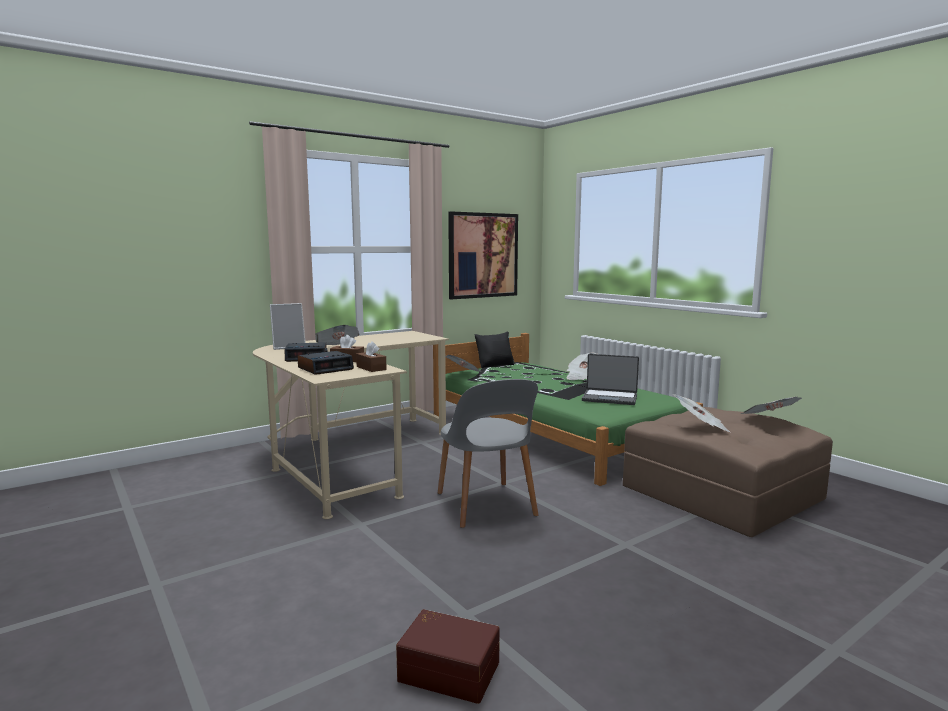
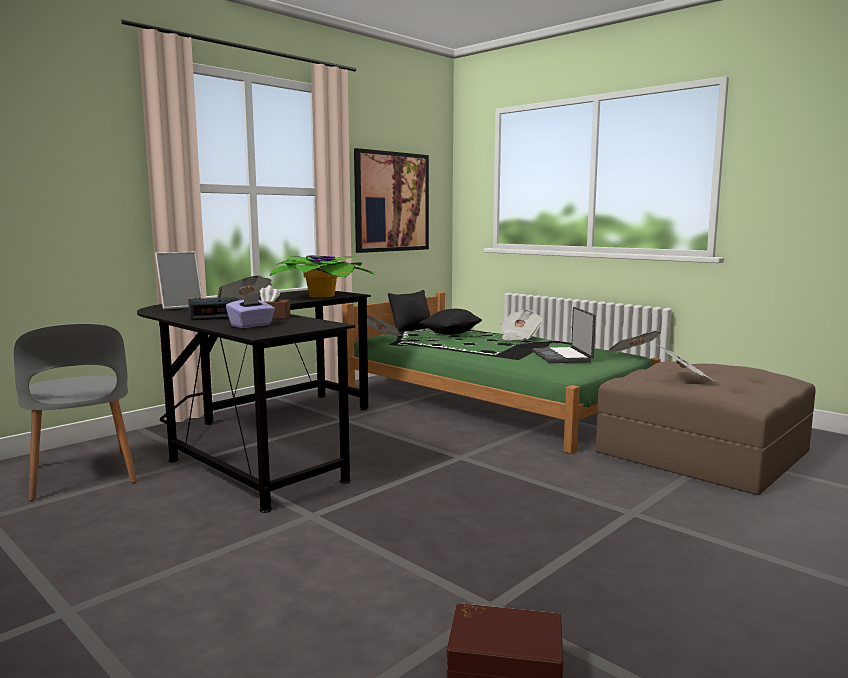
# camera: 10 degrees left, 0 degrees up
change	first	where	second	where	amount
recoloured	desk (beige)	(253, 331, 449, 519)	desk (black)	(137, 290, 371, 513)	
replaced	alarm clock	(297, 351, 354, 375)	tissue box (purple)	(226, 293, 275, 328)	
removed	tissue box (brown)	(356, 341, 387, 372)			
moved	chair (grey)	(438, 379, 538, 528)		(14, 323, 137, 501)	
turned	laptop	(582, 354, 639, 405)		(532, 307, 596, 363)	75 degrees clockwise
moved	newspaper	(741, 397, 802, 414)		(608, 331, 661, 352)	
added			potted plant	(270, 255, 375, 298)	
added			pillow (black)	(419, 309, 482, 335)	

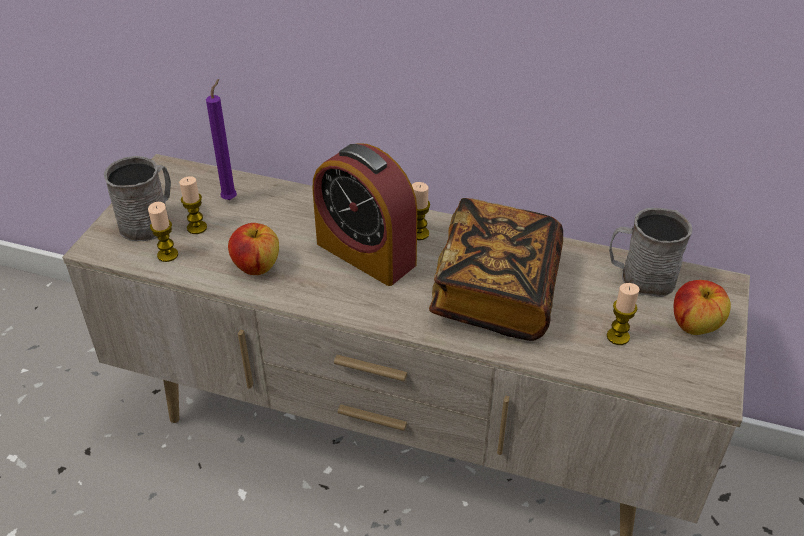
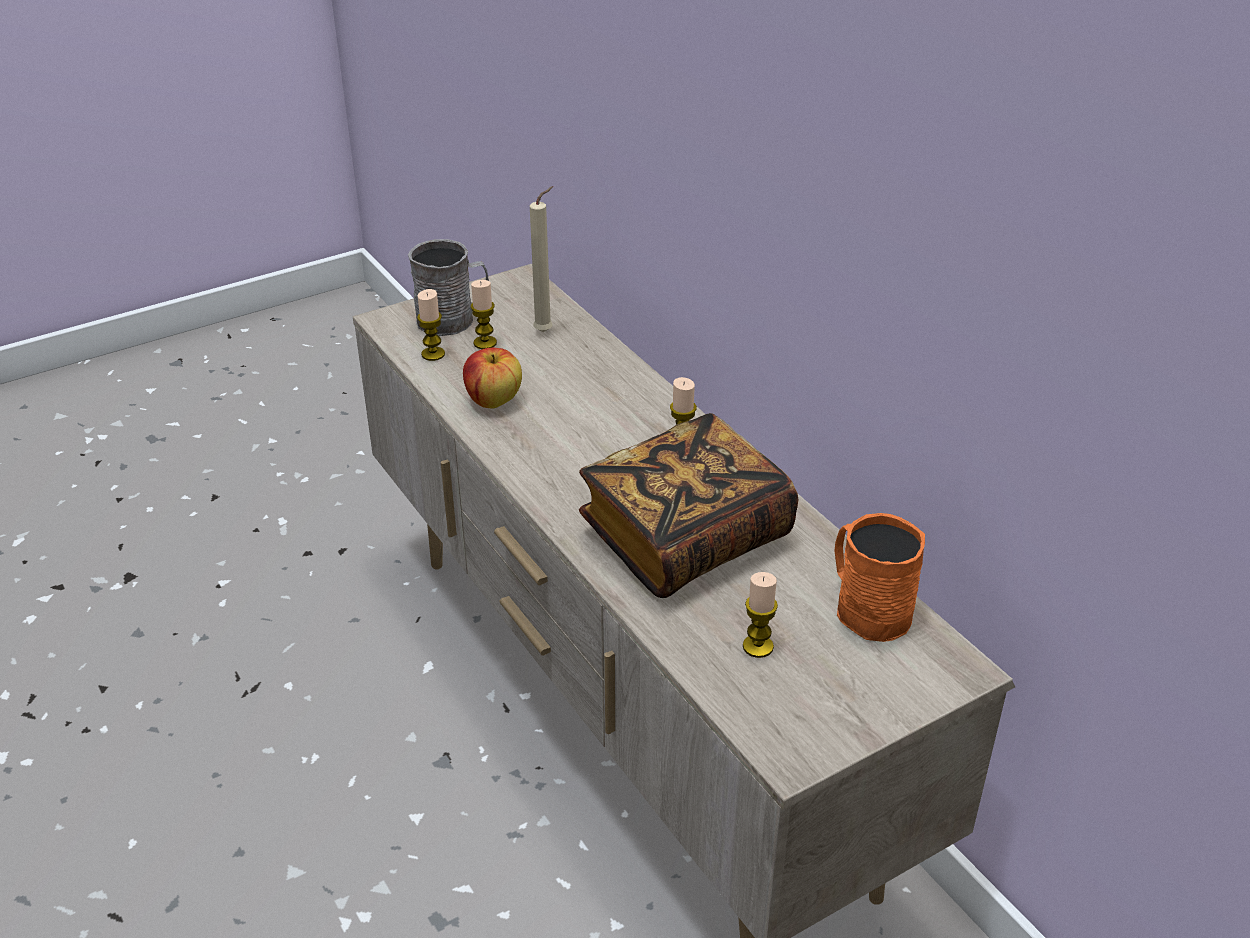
# camera: 40 degrees right, 5 degrees down
change	first	where	second	where	amount
recoloured	candle (purple)	(206, 79, 237, 200)	candle (beige)	(530, 186, 553, 332)	
removed	alarm clock	(312, 143, 417, 286)			
recoloured	mug (grey)	(609, 208, 692, 297)	mug (orange)	(835, 513, 925, 642)	
removed	apple	(674, 280, 731, 335)			

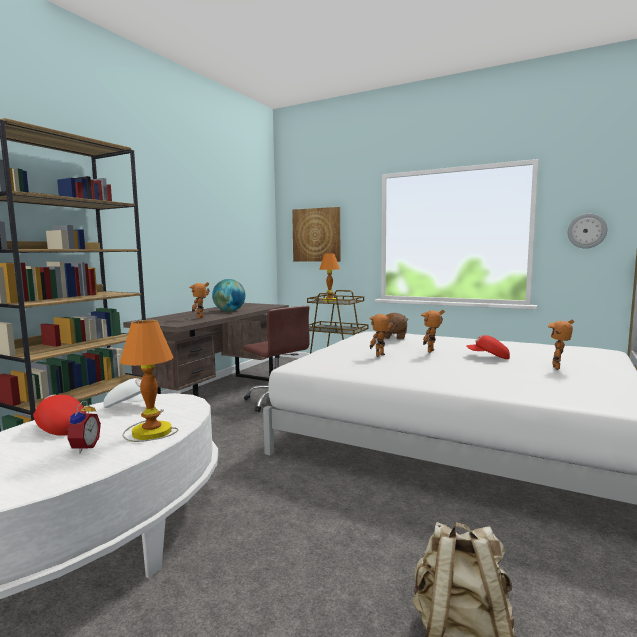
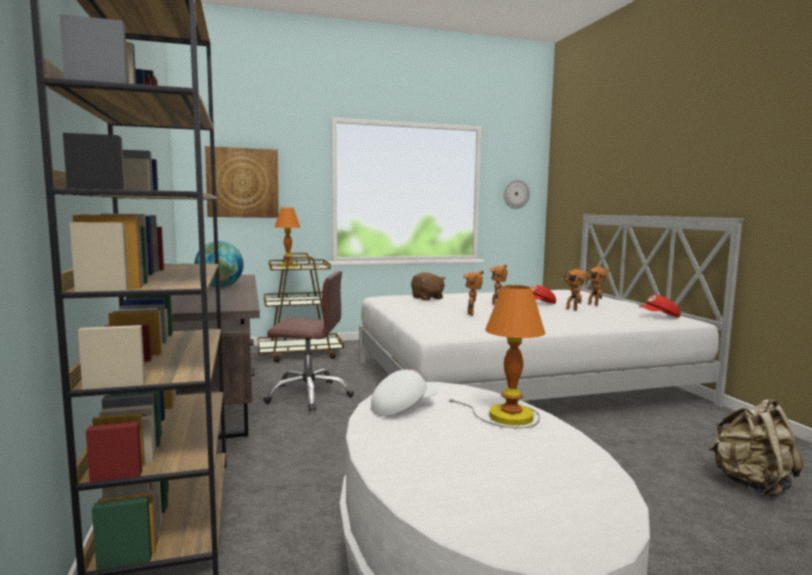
# camera: 45 degrees left, 0 degrees up
change	first	where	second	where	amount
moved	cap (red)	(33, 394, 87, 436)		(638, 295, 681, 317)	
removed	alarm clock	(67, 401, 101, 453)			
moved	toy robot	(189, 282, 210, 319)		(564, 268, 589, 311)	

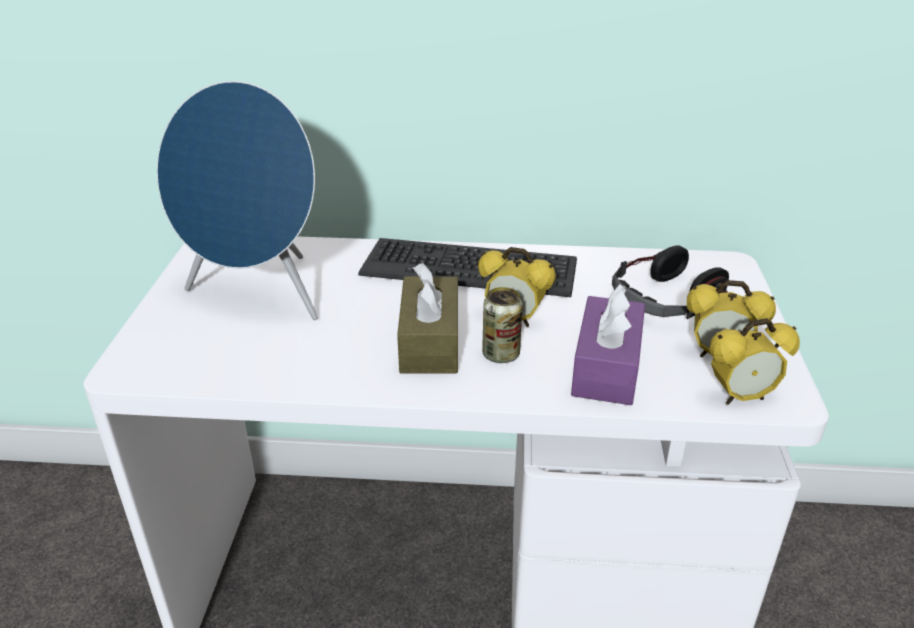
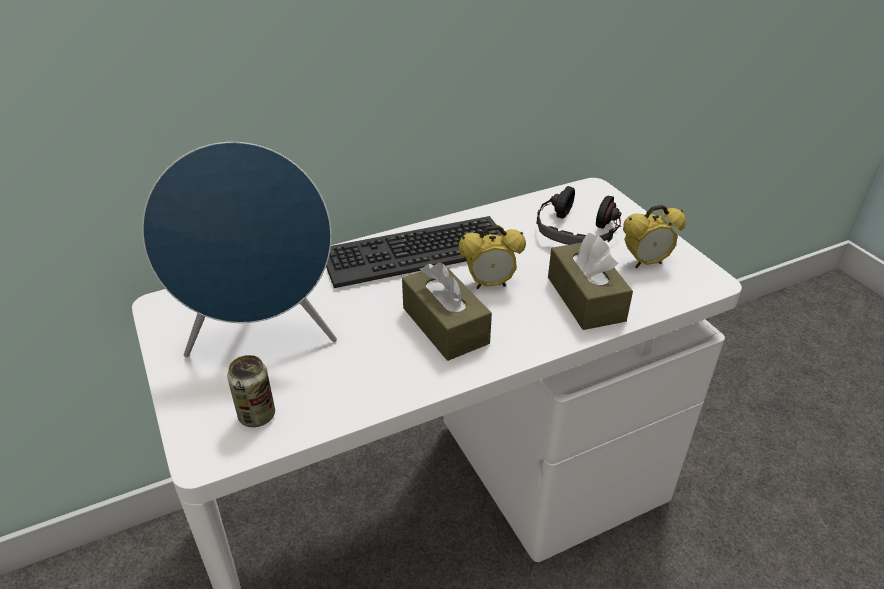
# camera: 30 degrees left, 5 degrees up
change	first	where	second	where	amount
moved	can	(482, 287, 523, 363)		(227, 355, 275, 427)	
recoloured	tissue box (purple)	(571, 284, 645, 405)	tissue box (brown)	(548, 233, 633, 330)	
removed	alarm clock	(709, 318, 800, 405)			

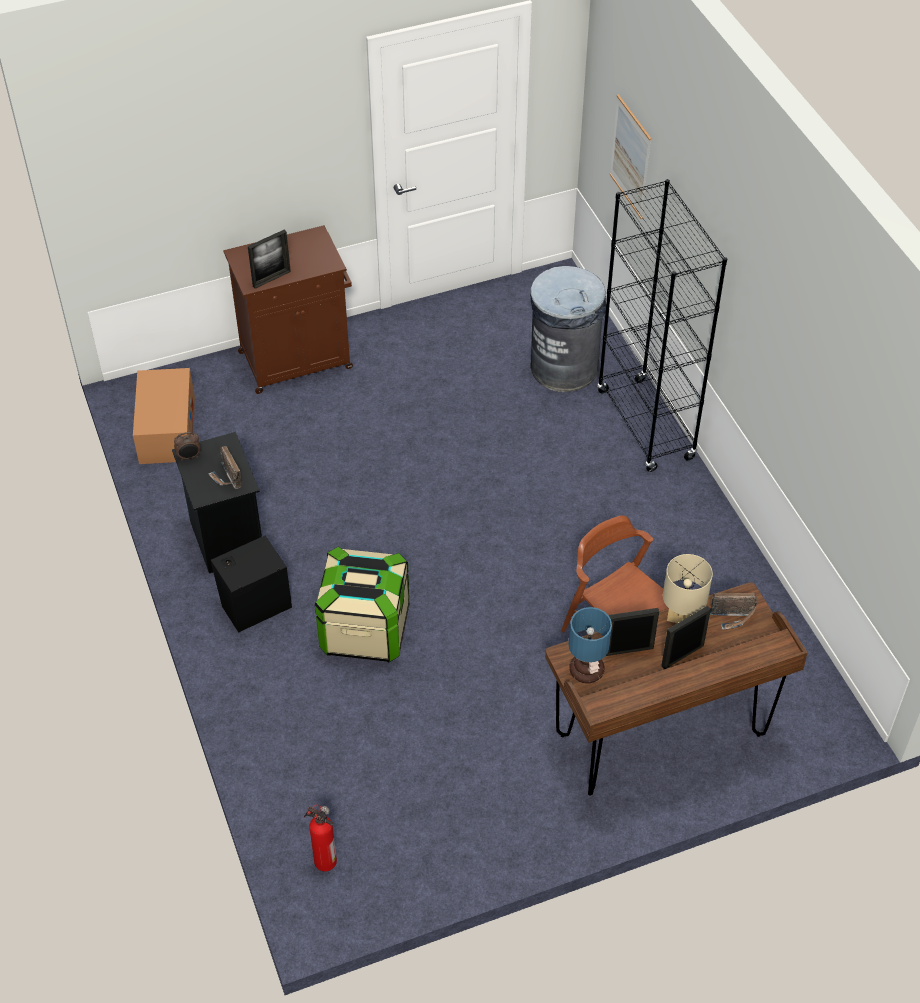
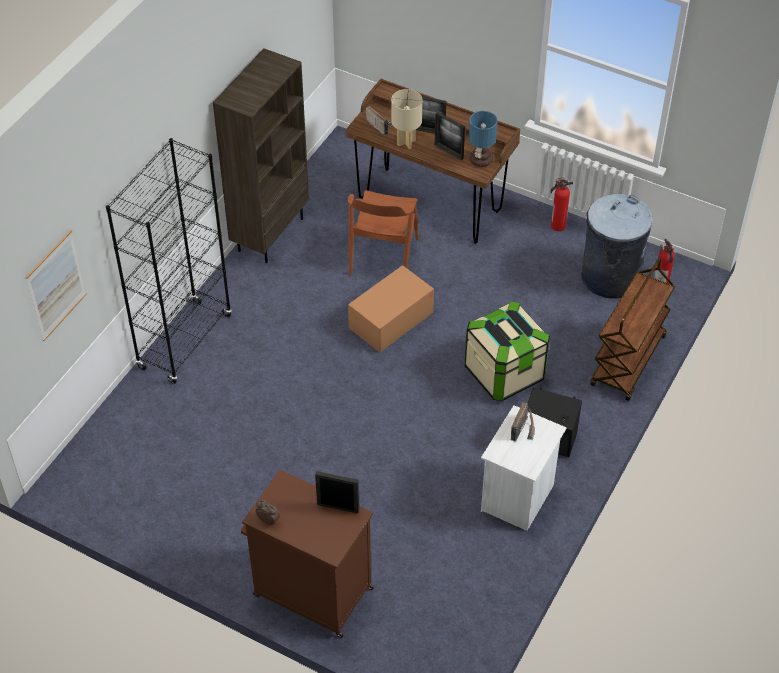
# camera: 130 degrees left, 0 degrees up
change	first	where	second	where	amount
moved	cardboard box	(133, 368, 195, 464)		(348, 265, 434, 352)	
recoloured	nightstand (black)	(172, 432, 262, 573)	nightstand (white)	(481, 405, 567, 531)	
moved	alarm clock	(174, 432, 200, 461)		(256, 499, 280, 526)	
moved	trash can (grey)	(530, 266, 606, 392)		(581, 194, 652, 299)	
added			bookcase (brown)	(213, 48, 309, 263)	
added			fire extinguisher	(551, 177, 573, 231)	
added			cart (brown)	(590, 257, 675, 401)	

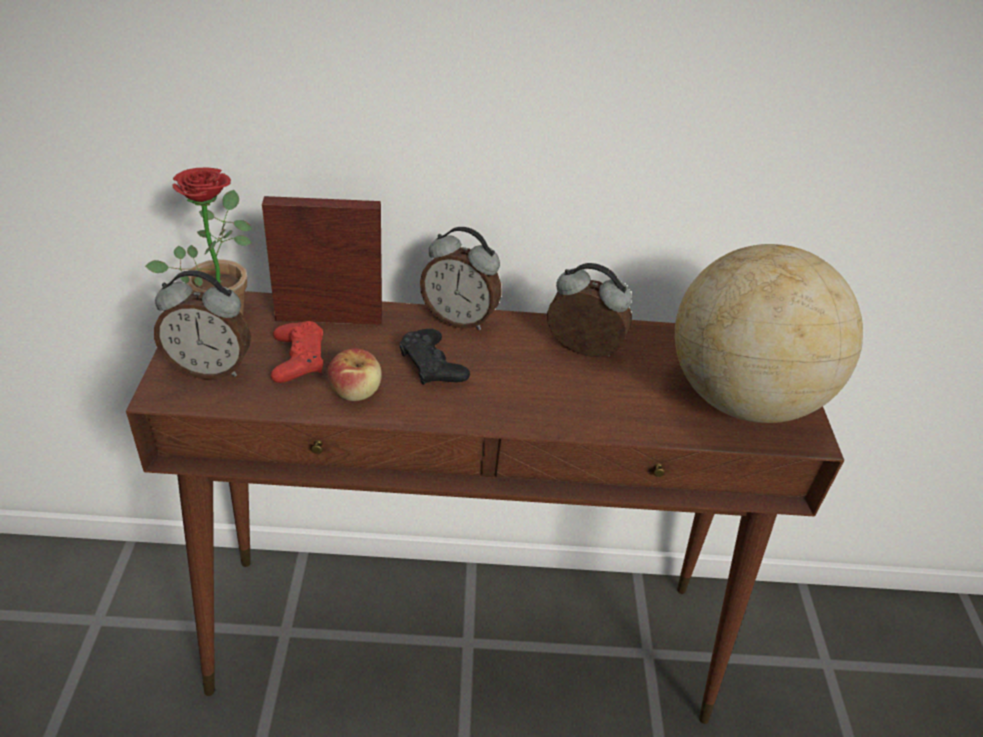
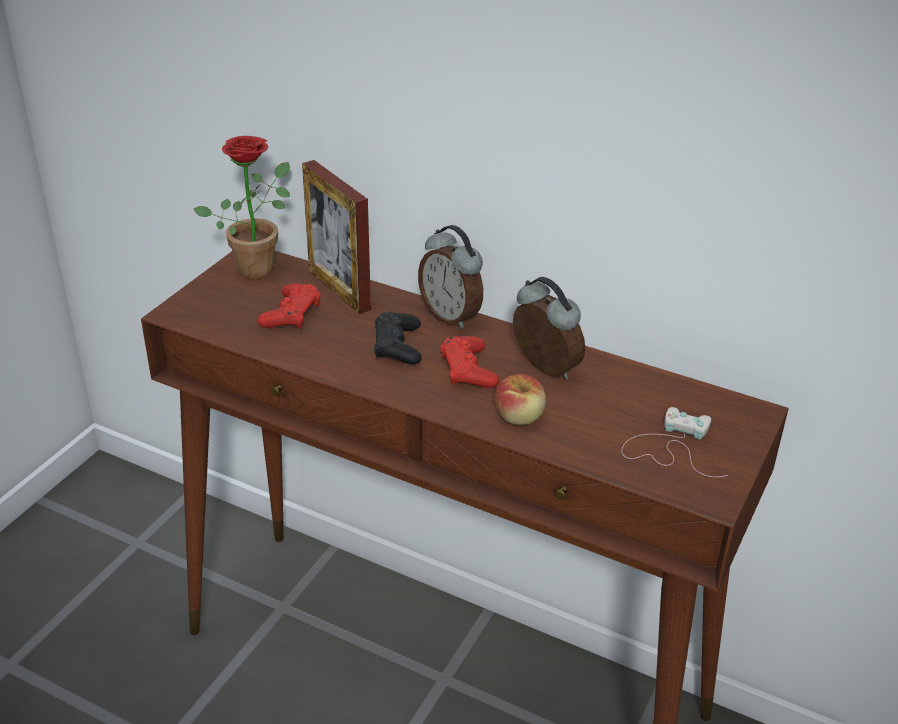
# camera: 30 degrees right, 5 degrees down
change	first	where	second	where	amount
removed	alarm clock	(154, 270, 251, 380)			
turned	picture frame	(262, 196, 382, 324)		(302, 160, 371, 314)	150 degrees counterclockwise
moved	apple	(328, 348, 382, 401)		(495, 374, 546, 425)	
replaced	globe	(675, 244, 863, 423)	game controller (white)	(621, 407, 728, 477)	
added			game controller (red)	(440, 336, 499, 388)	

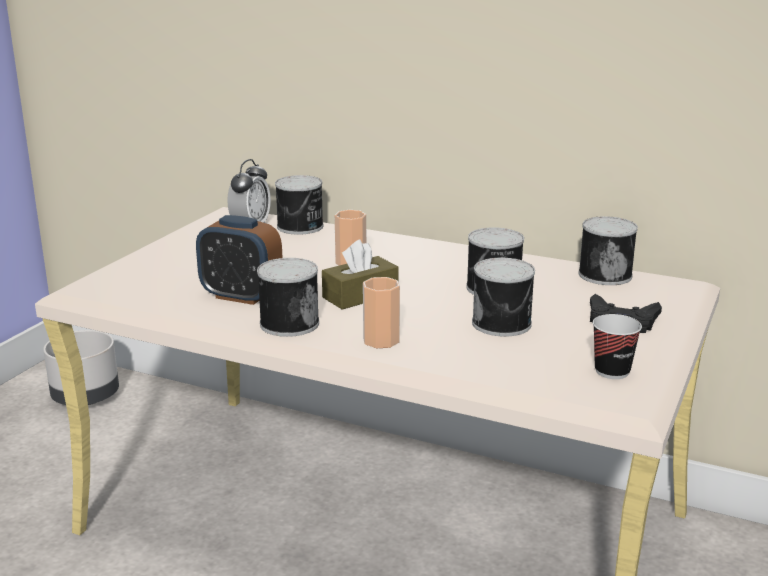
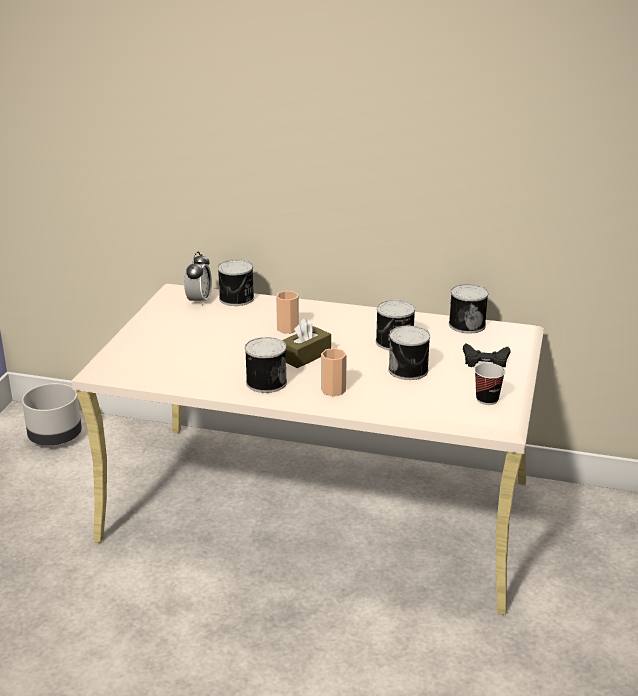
# camera: 10 degrees left, 5 degrees up
change	first	where	second	where	amount
removed	alarm clock	(196, 215, 283, 305)			

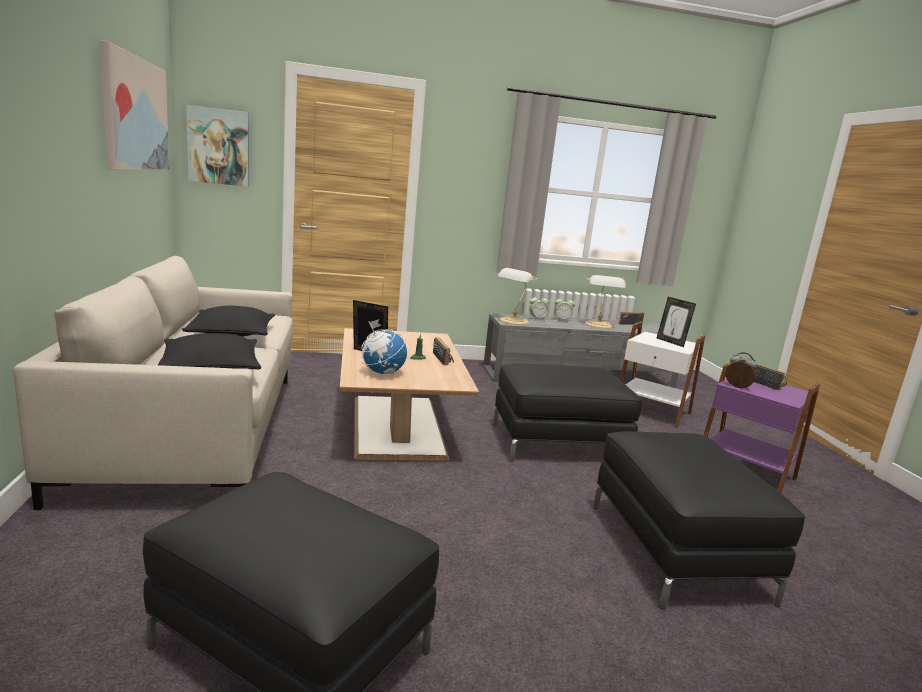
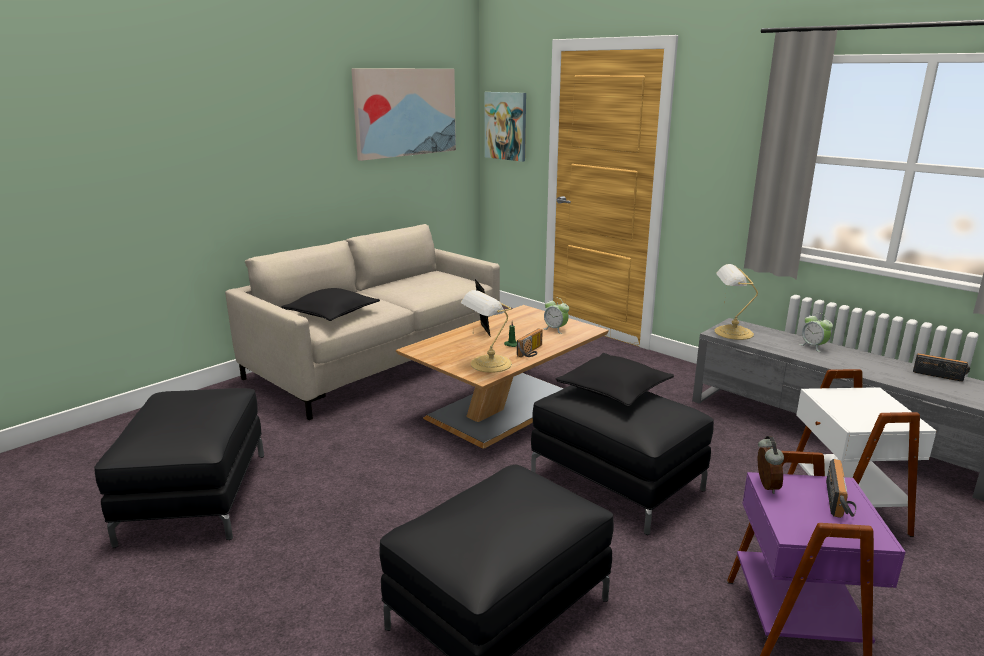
# camera: 55 degrees right, 5 degrees up
change	first	where	second	where	amount
moved	pillow (black)	(182, 306, 275, 337)		(555, 353, 674, 407)	
removed	globe	(360, 319, 407, 374)			
moved	alarm clock	(529, 296, 549, 321)		(543, 298, 569, 334)	
moved	table lamp	(585, 275, 627, 328)		(461, 290, 512, 373)	
removed	picture frame	(657, 297, 696, 347)			

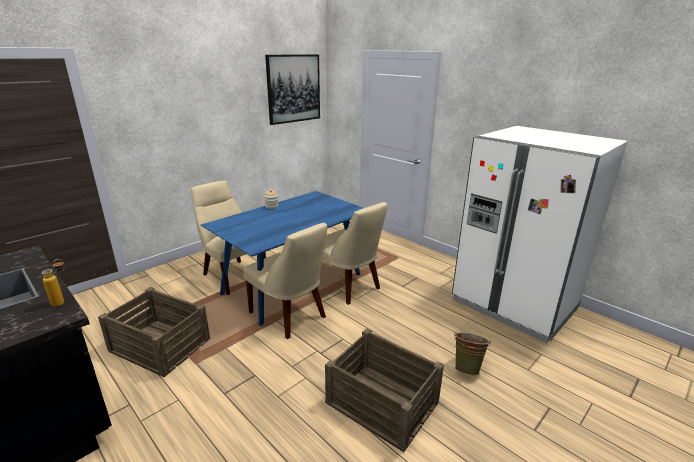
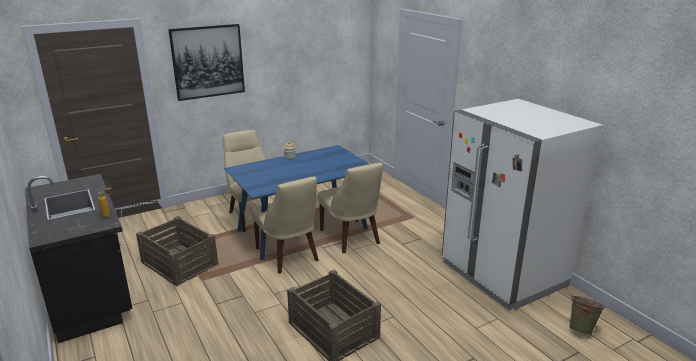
# camera: 15 degrees right, 0 degrees up
change	first	where	second	where	amount
moved	picture	(265, 55, 320, 125)		(168, 24, 245, 101)	
moved	bucket (green)	(454, 333, 491, 375)		(569, 294, 606, 335)	

